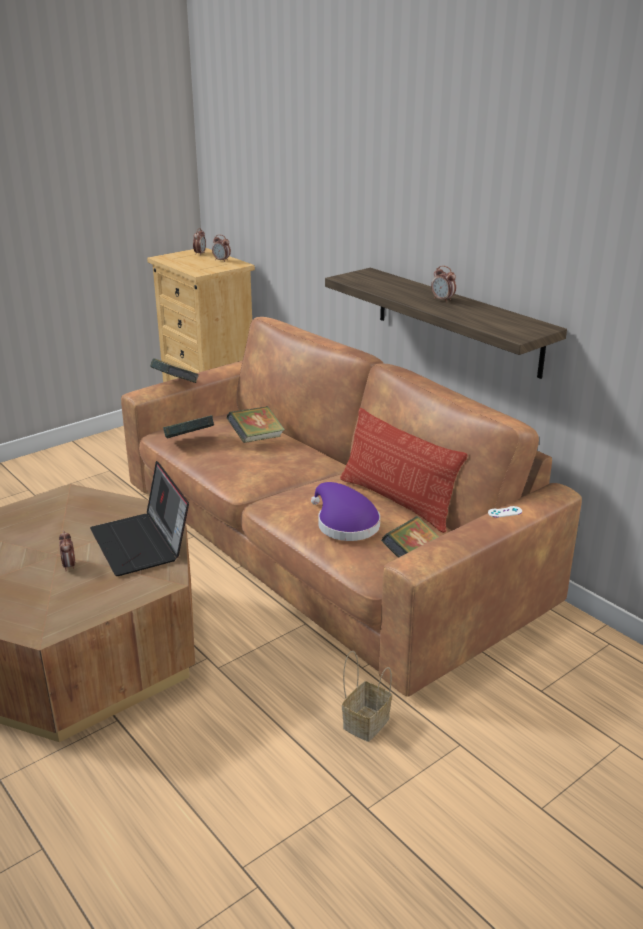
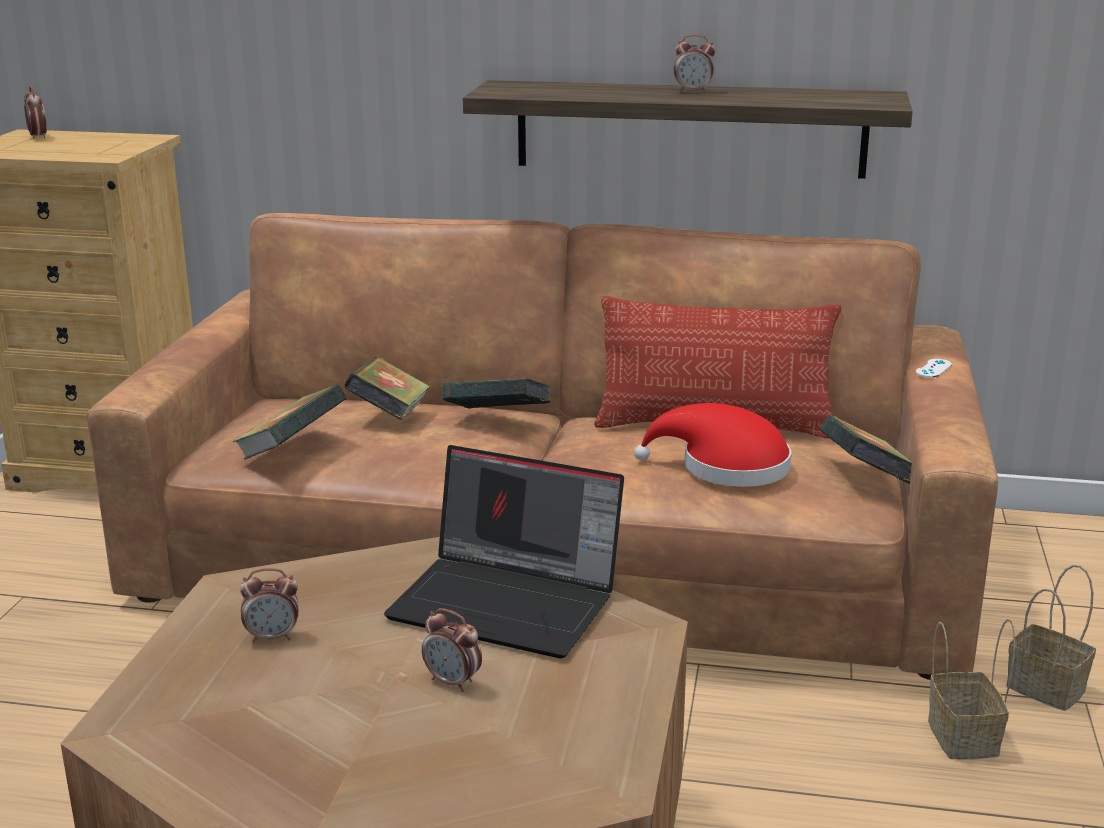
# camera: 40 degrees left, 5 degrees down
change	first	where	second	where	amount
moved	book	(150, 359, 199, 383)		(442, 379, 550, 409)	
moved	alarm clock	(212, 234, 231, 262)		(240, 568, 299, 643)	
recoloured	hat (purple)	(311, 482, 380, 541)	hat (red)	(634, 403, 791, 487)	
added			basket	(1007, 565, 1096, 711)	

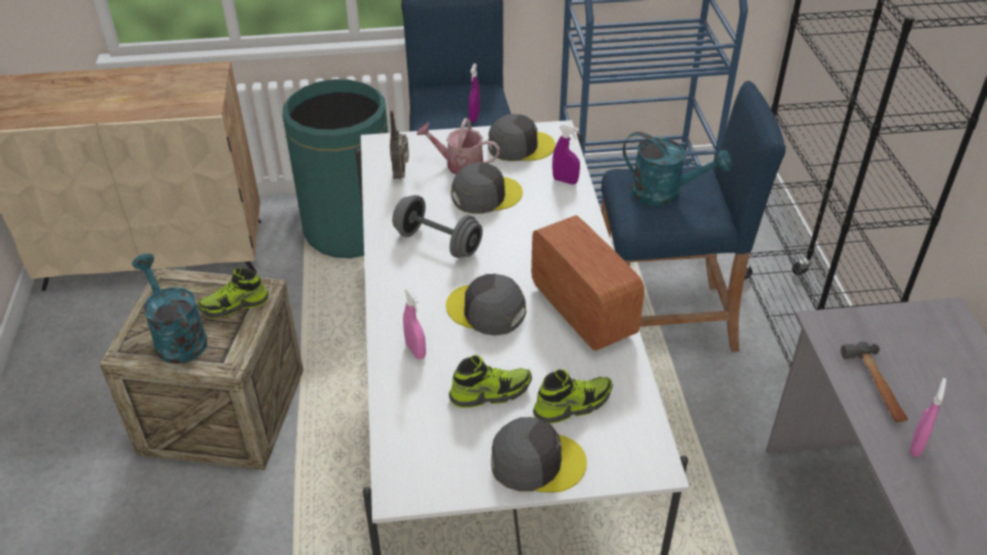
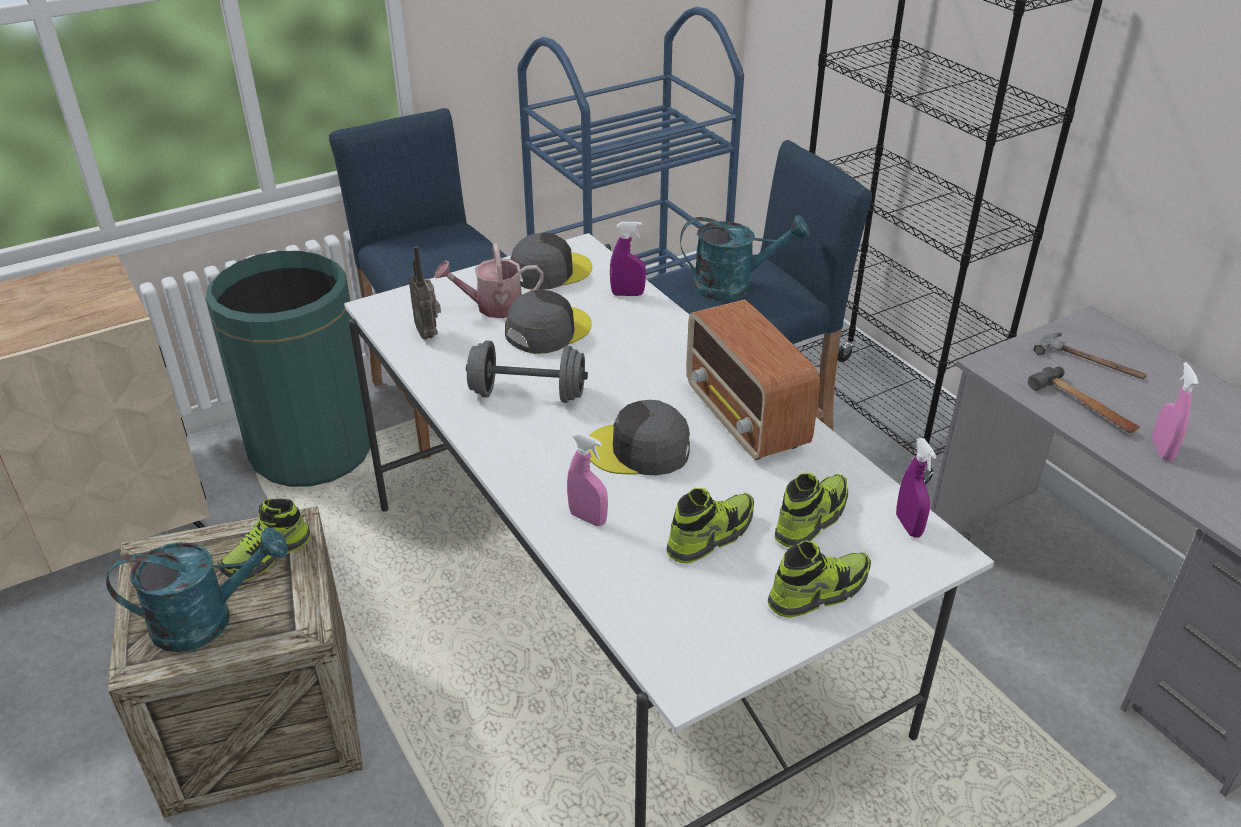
# camera: 25 degrees left, 5 degrees down
change	first	where	second	where	amount
turned	watering can (turquoise)	(132, 254, 207, 364)		(106, 528, 288, 652)	135 degrees clockwise
moved	spray bottle (purple)	(469, 64, 480, 122)		(896, 438, 937, 538)	
replaced	cap (grey)	(491, 417, 587, 493)	shoe	(768, 540, 871, 618)	
turned	radio	(531, 215, 644, 351)		(686, 300, 820, 460)	150 degrees counterclockwise
added			hammer	(1033, 332, 1147, 380)	

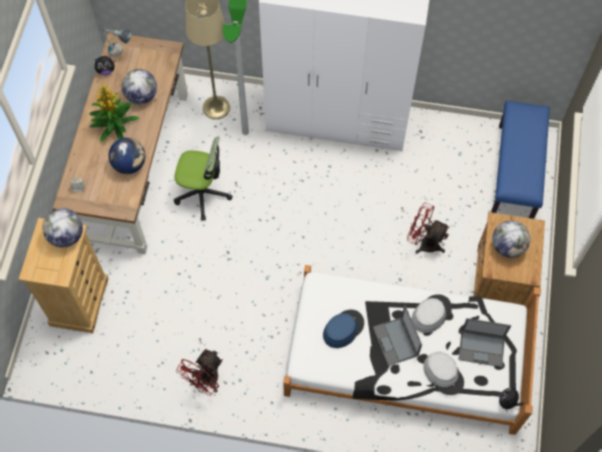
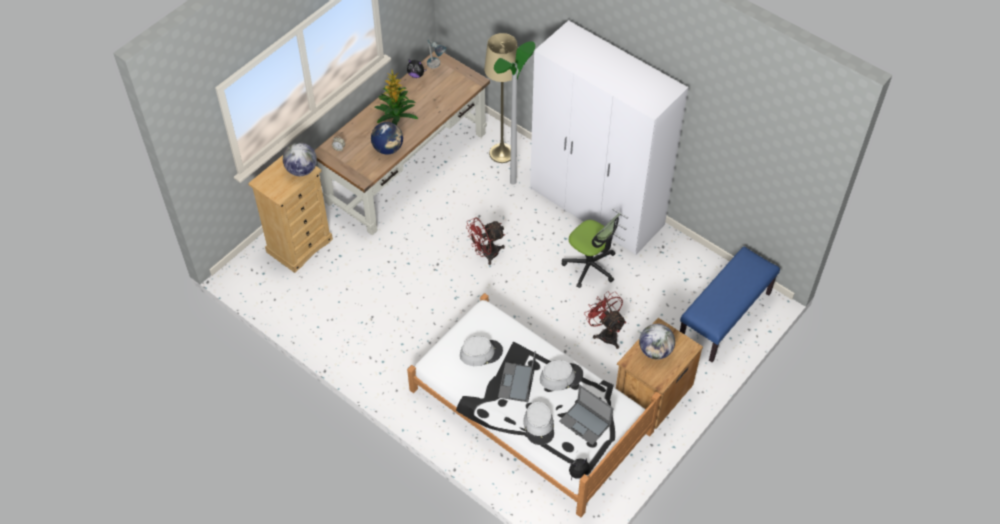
# camera: 30 degrees right, 10 degrees down
change	first	where	second	where	amount
removed	globe	(122, 69, 157, 104)			
moved	office chair	(174, 137, 233, 221)		(562, 213, 621, 288)	
moved	fan (red)	(176, 349, 223, 396)		(466, 217, 505, 265)	
recoloured	hat (blue)	(323, 310, 364, 348)	hat (grey)	(460, 336, 503, 366)	

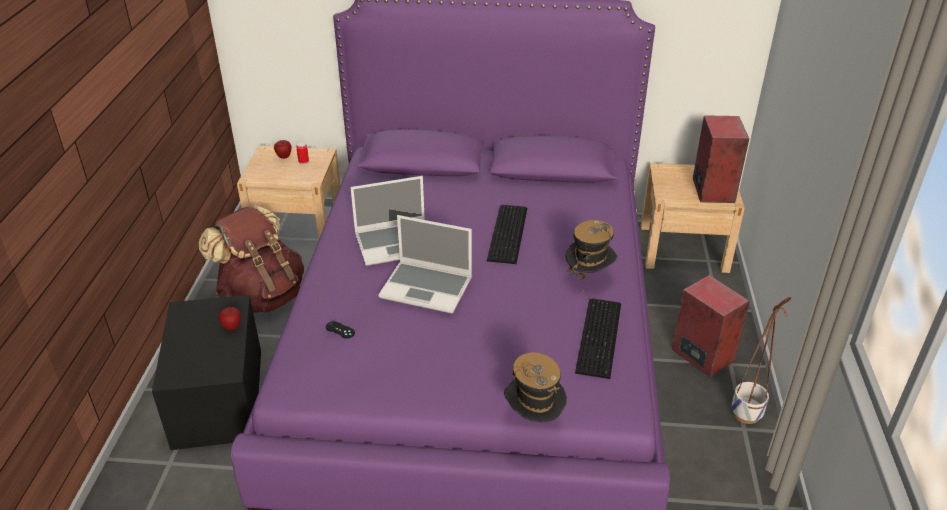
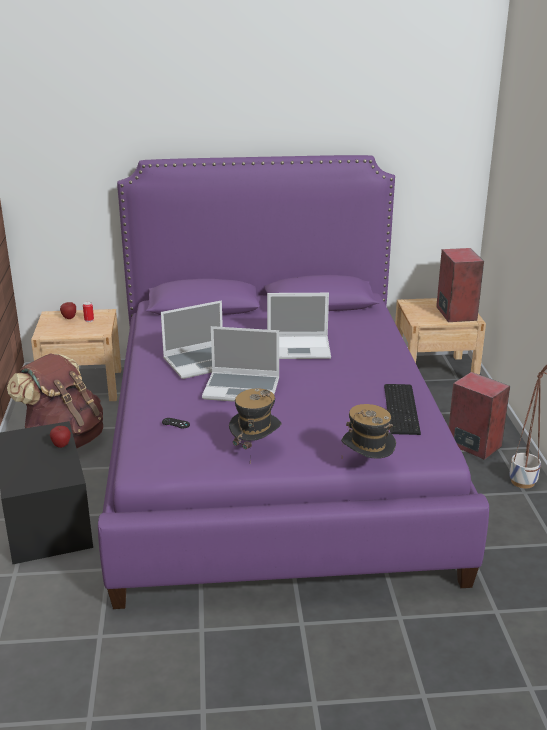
# camera: 10 degrees left, 10 degrees down
change	first	where	second	where	amount
replaced	keyboard	(487, 205, 527, 264)	laptop	(267, 293, 331, 359)	
moved	hat	(565, 220, 618, 294)		(229, 388, 282, 463)	

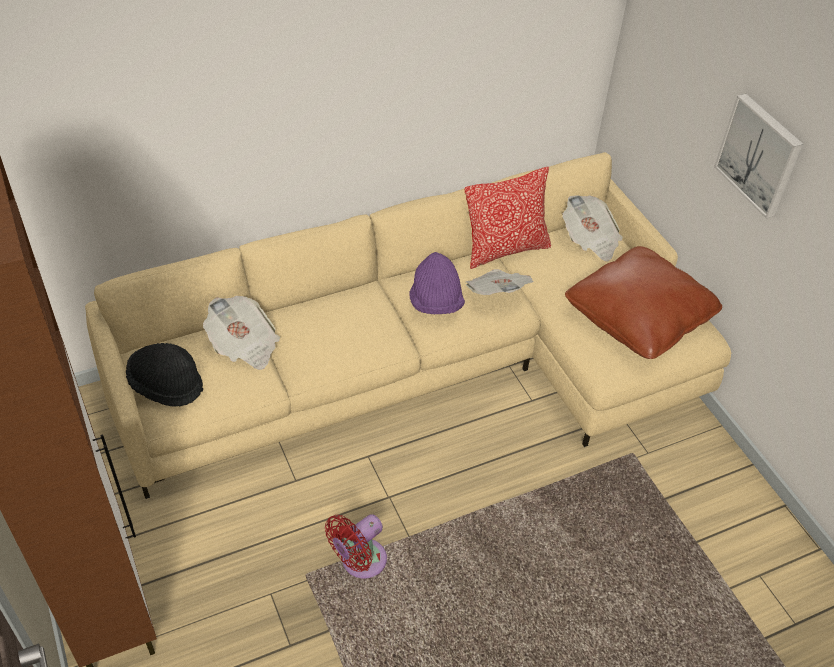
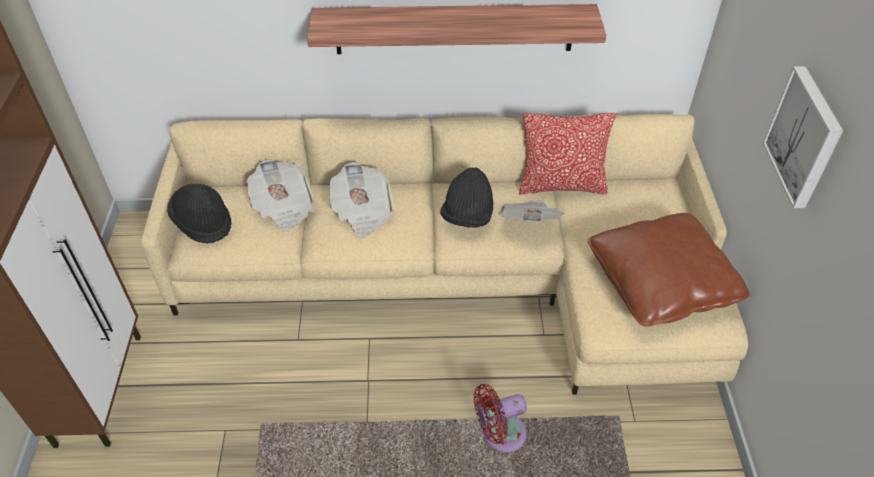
# camera: 25 degrees right, 0 degrees up
change	first	where	second	where	amount
moved	fan (red)	(325, 514, 387, 579)		(473, 384, 527, 452)	
recoloured	hat (purple)	(409, 252, 465, 314)	hat (black)	(440, 167, 494, 228)	
moved	newspaper	(563, 195, 623, 261)		(329, 162, 393, 238)	
added			shelf	(307, 4, 606, 54)	

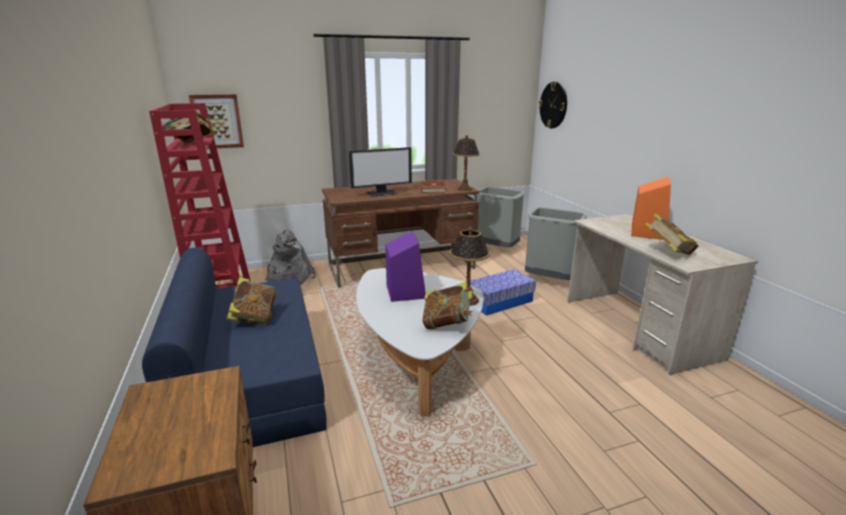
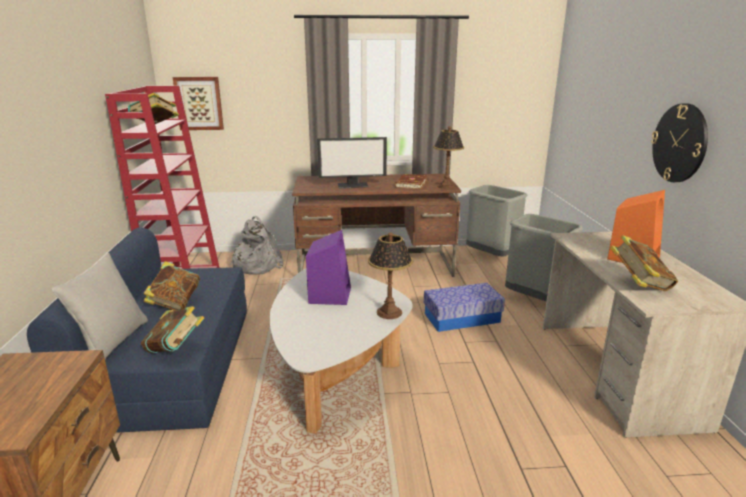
# camera: 15 degrees right, 0 degrees up
change	first	where	second	where	amount
moved	book	(422, 282, 473, 330)		(141, 306, 204, 353)	
moved	wall clock	(539, 82, 567, 128)		(651, 103, 708, 182)	
added			pillow (grey)	(51, 253, 148, 360)	

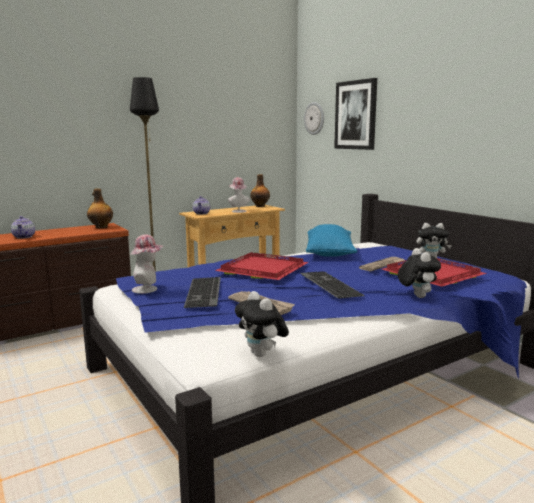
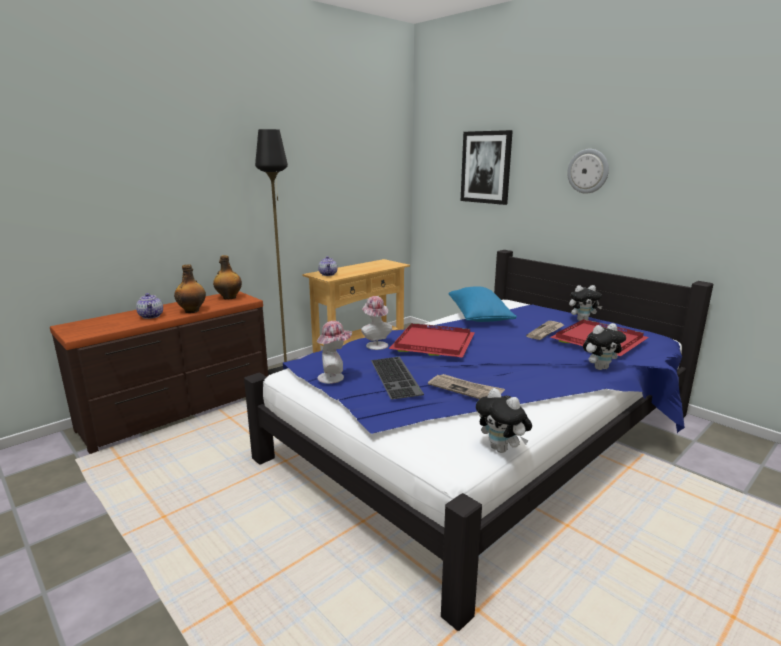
# camera: 10 degrees left, 5 degrees up
change	first	where	second	where	amount
moved	hat	(228, 177, 250, 213)		(361, 296, 392, 350)	
moved	bottle	(250, 174, 270, 207)		(174, 264, 206, 313)	
removed	keyboard	(300, 271, 365, 298)			
moved	wall clock	(304, 102, 324, 135)		(567, 149, 609, 194)	
turned	plush toy	(398, 248, 441, 298)		(583, 323, 626, 370)	90 degrees clockwise

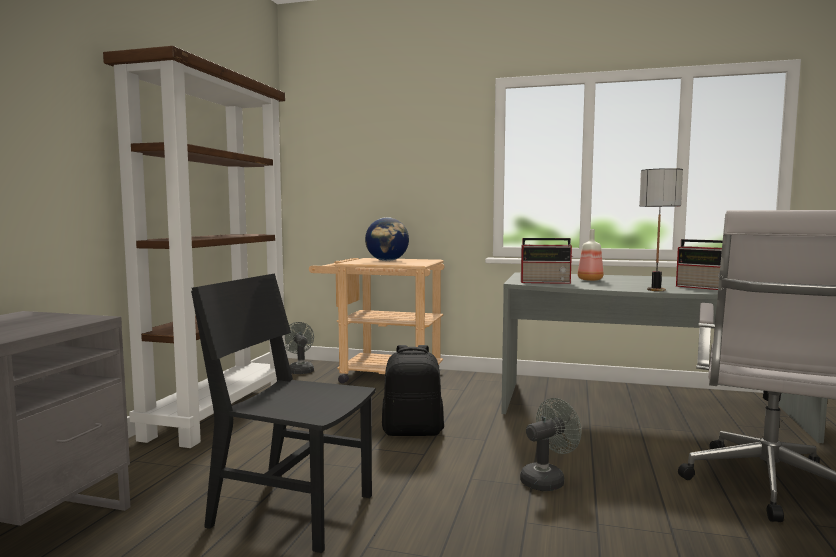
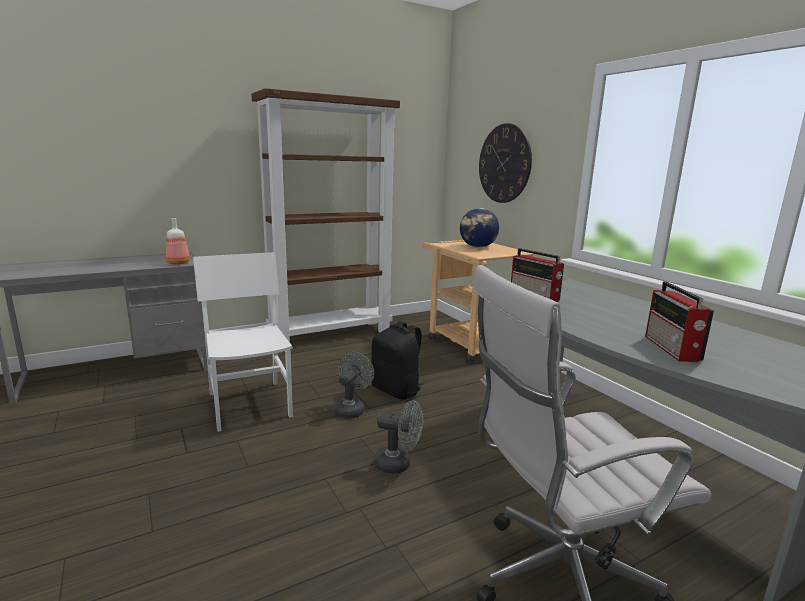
# camera: 45 degrees right, 10 degrees up
change	first	where	second	where	amount
recoloured	chair (black)	(191, 273, 376, 553)	chair (white)	(193, 252, 293, 432)	
moved	fan (grey)	(285, 322, 314, 374)		(334, 352, 374, 419)	
moved	bottle	(578, 229, 603, 281)		(166, 218, 190, 264)	
removed	table lamp	(639, 168, 683, 291)			
added			wall clock	(479, 123, 532, 203)	

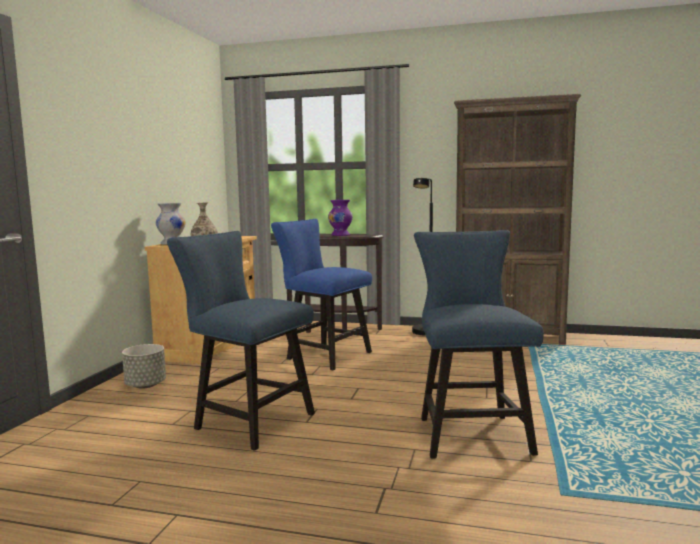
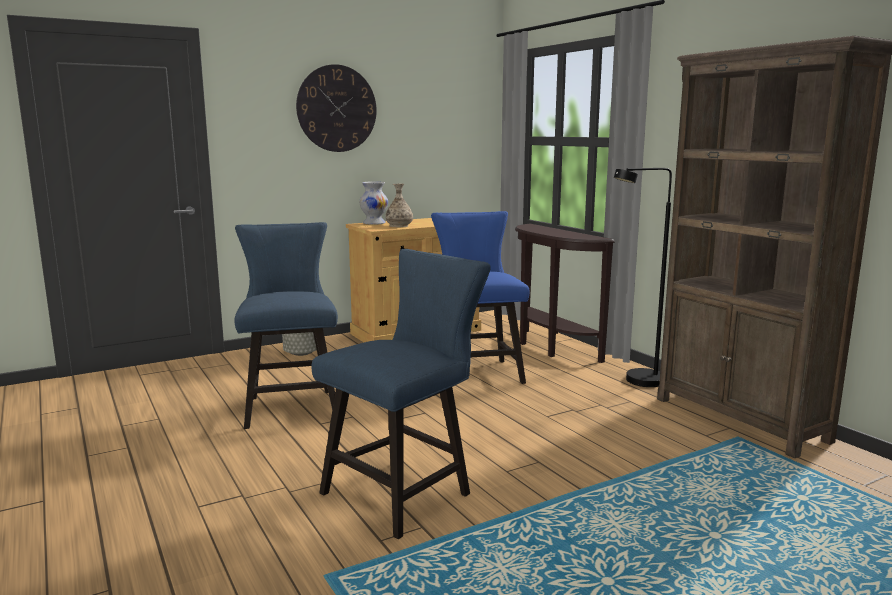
# camera: 45 degrees right, 5 degrees up
change	first	where	second	where	amount
removed	vase (purple)	(328, 200, 353, 236)			
added			wall clock	(296, 64, 377, 152)	

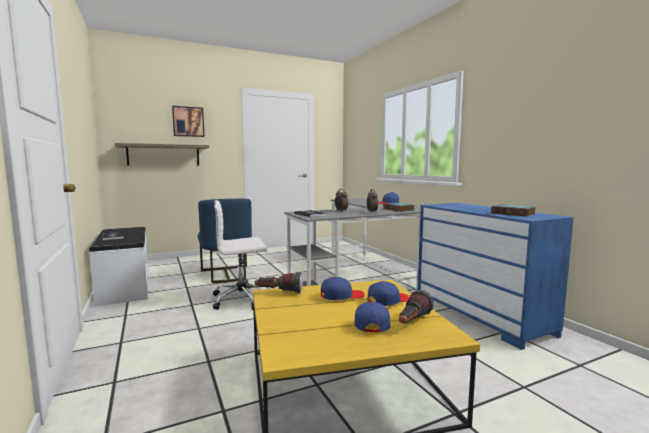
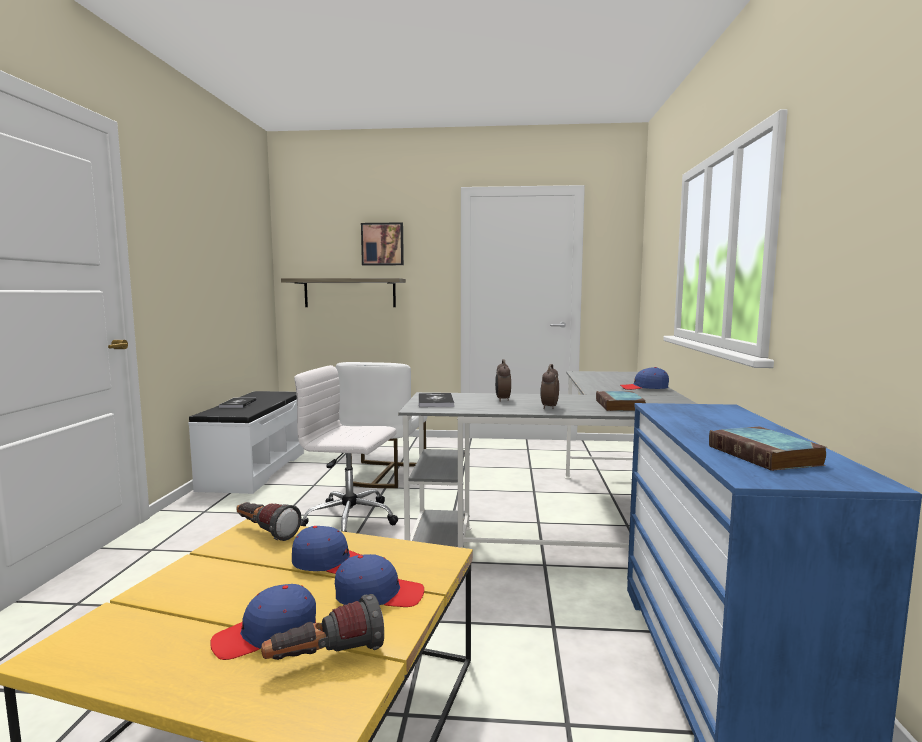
# camera: 30 degrees right, 0 degrees up
change	first	where	second	where	amount
recoloured	chair (blue)	(198, 199, 252, 283)	chair (white)	(336, 362, 427, 488)	
turned	cap (blue)	(354, 302, 390, 332)		(210, 584, 316, 660)	150 degrees counterclockwise

